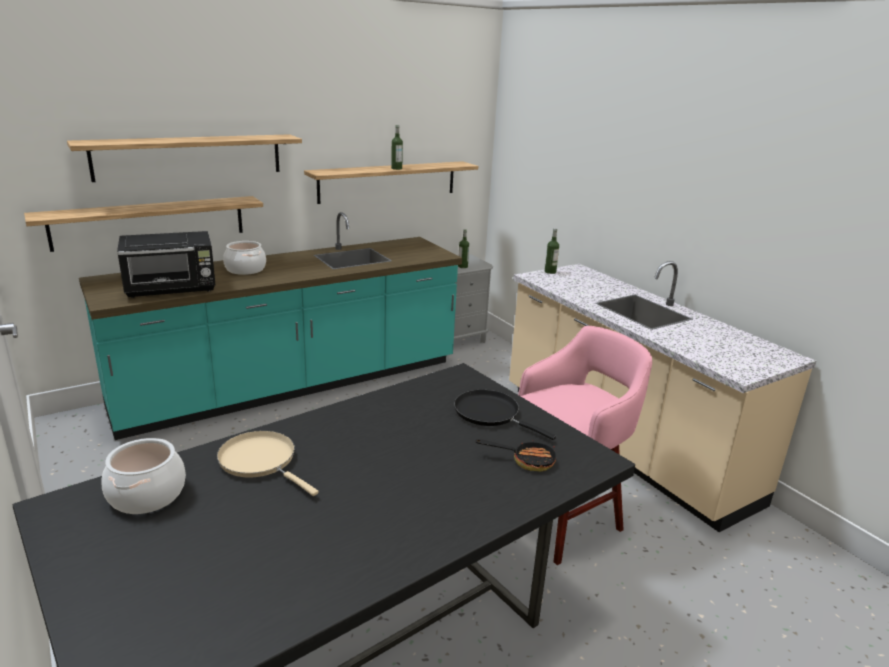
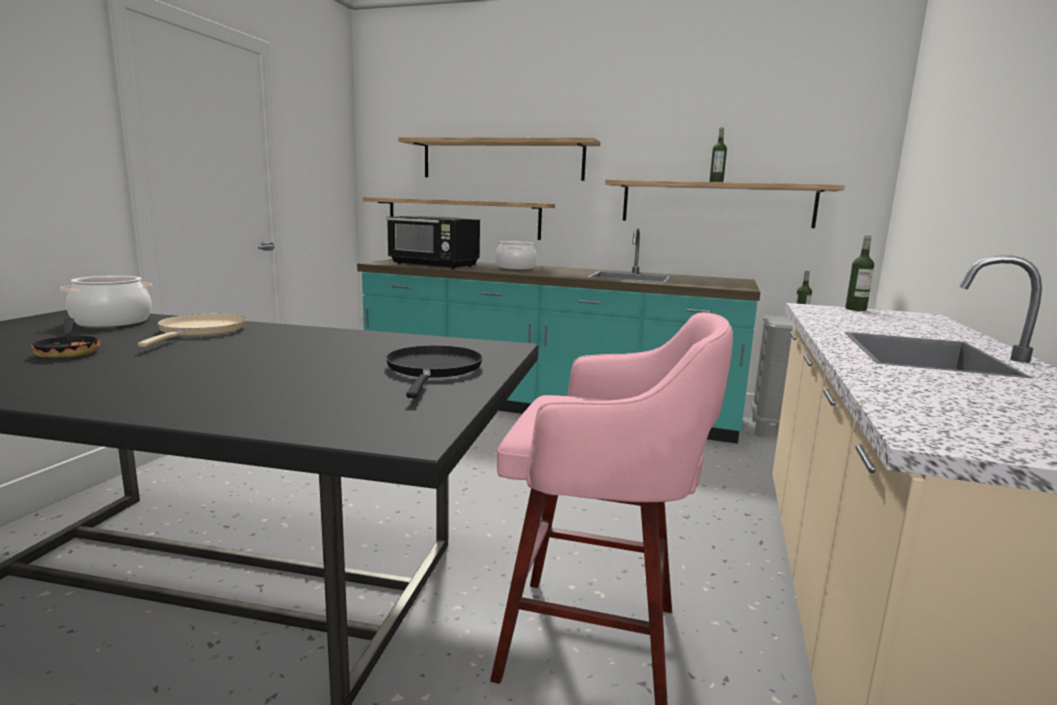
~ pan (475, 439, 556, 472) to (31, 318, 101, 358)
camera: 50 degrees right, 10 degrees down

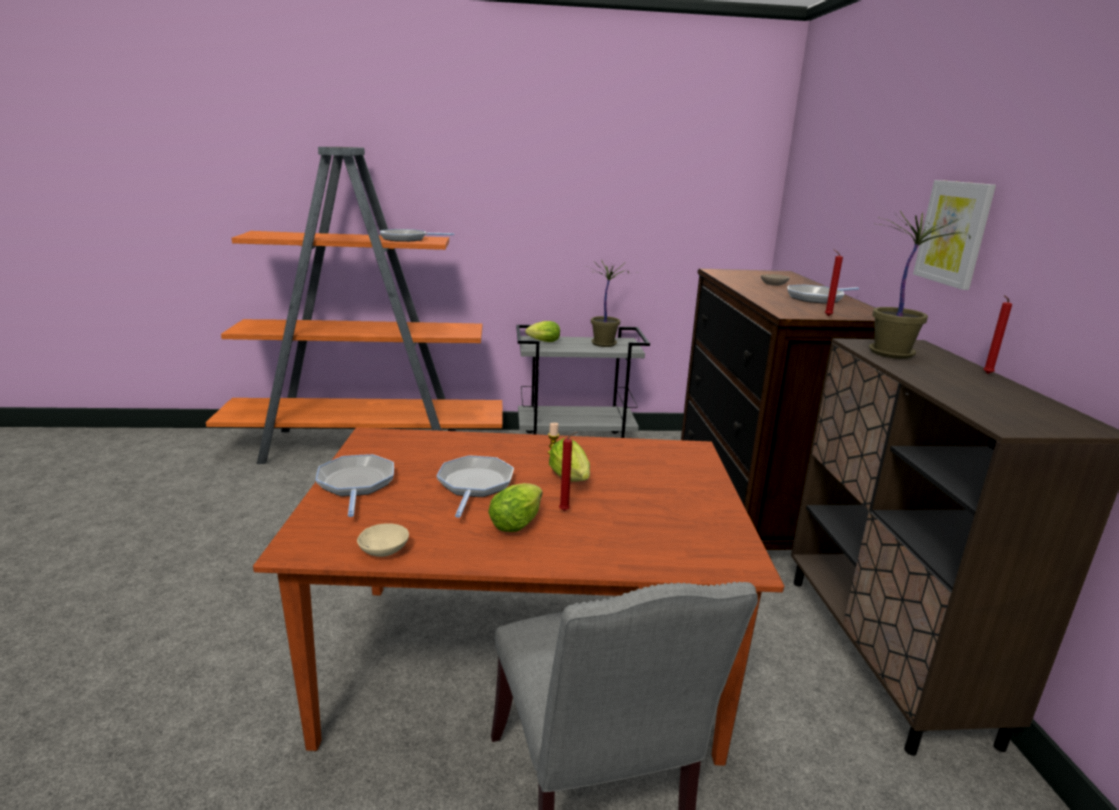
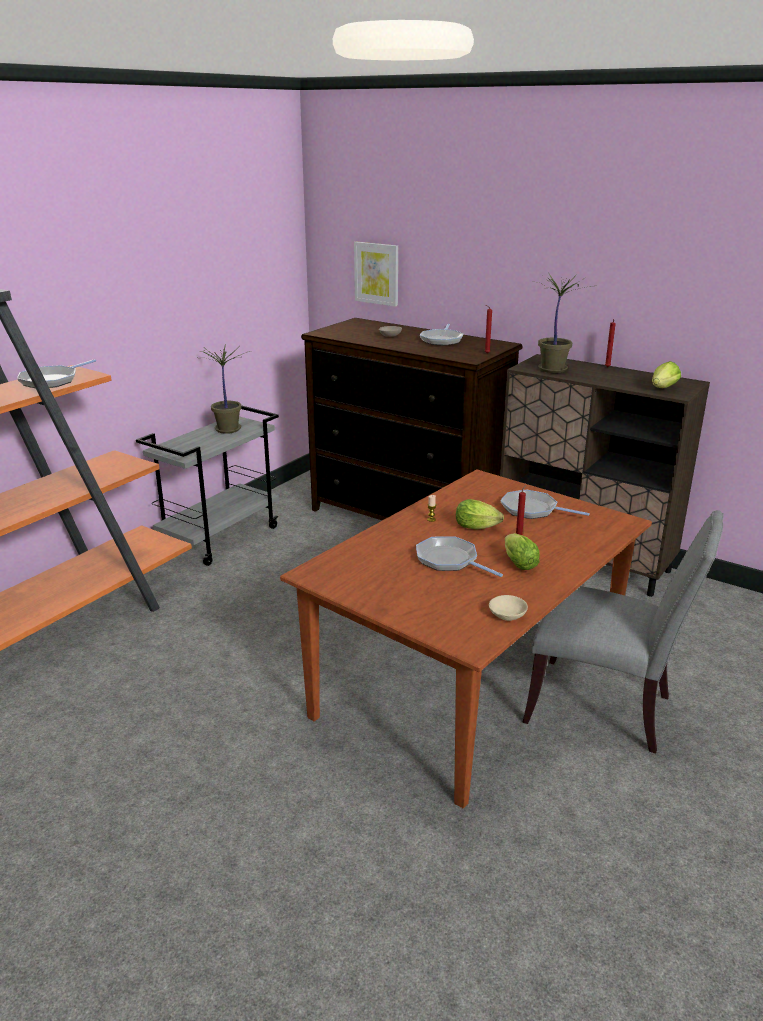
~ pan (316, 454, 394, 517) to (501, 490, 590, 519)
~ head of lettuce (525, 321, 560, 342) to (652, 361, 681, 388)
~ picture (913, 180, 996, 290) to (354, 241, 398, 307)
camera: 50 degrees left, 5 degrees up

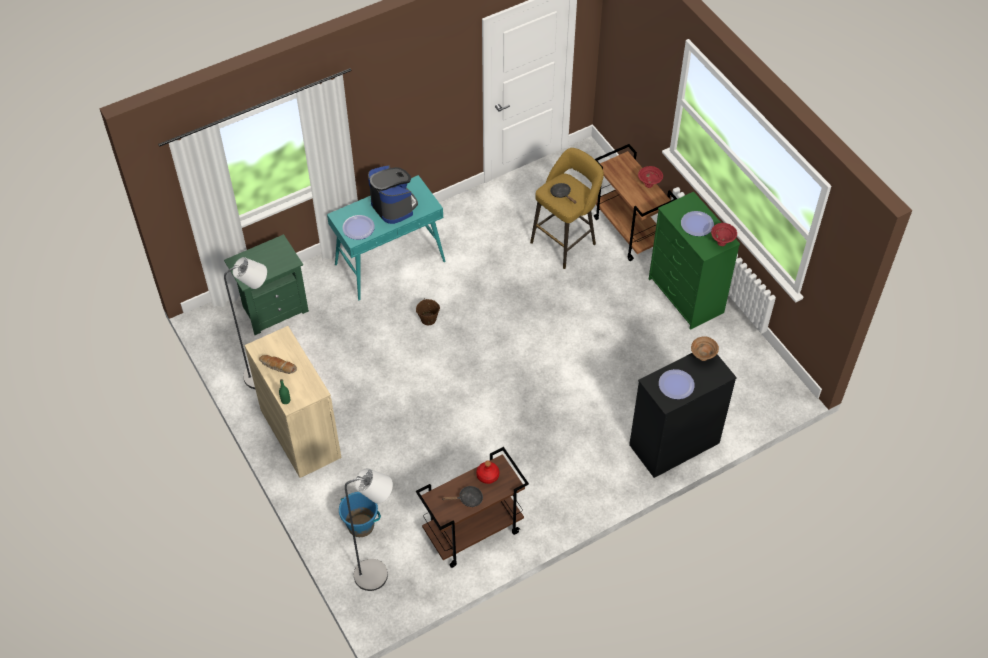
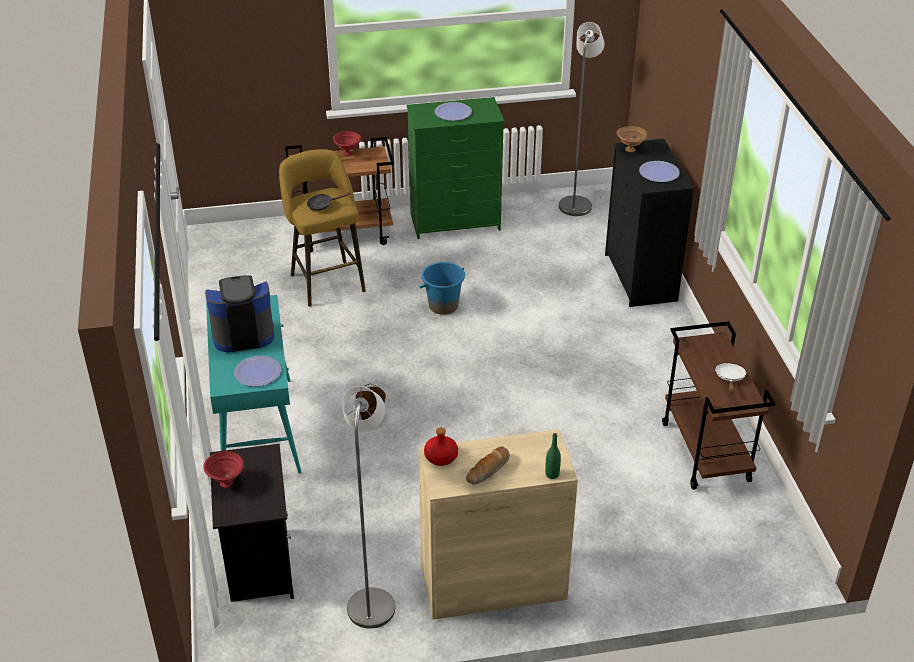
~ blue pail (339, 492, 381, 537) to (419, 262, 465, 315)
~ greyish standard lamp (345, 468, 393, 591) to (559, 22, 605, 216)
~ reddish bottle (476, 461, 500, 484) to (424, 428, 458, 466)
~ reddish deep dish (711, 223, 737, 246) to (203, 452, 244, 488)
~ greenish nightstand (224, 234, 309, 335) to black nightstand (210, 444, 294, 602)
~ black pan (442, 486, 483, 507) to white pan (715, 363, 747, 393)
camera: 70 degrees left, 15 degrees down

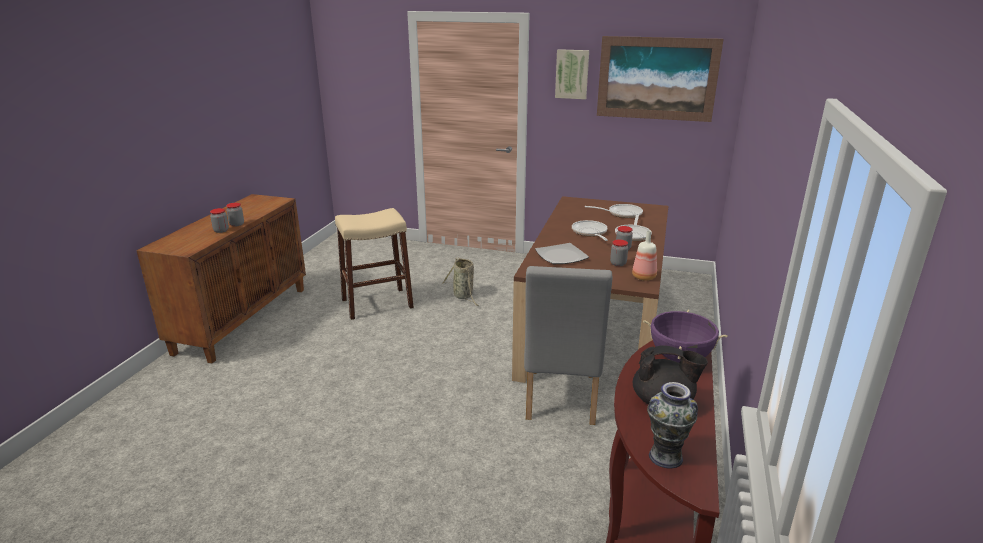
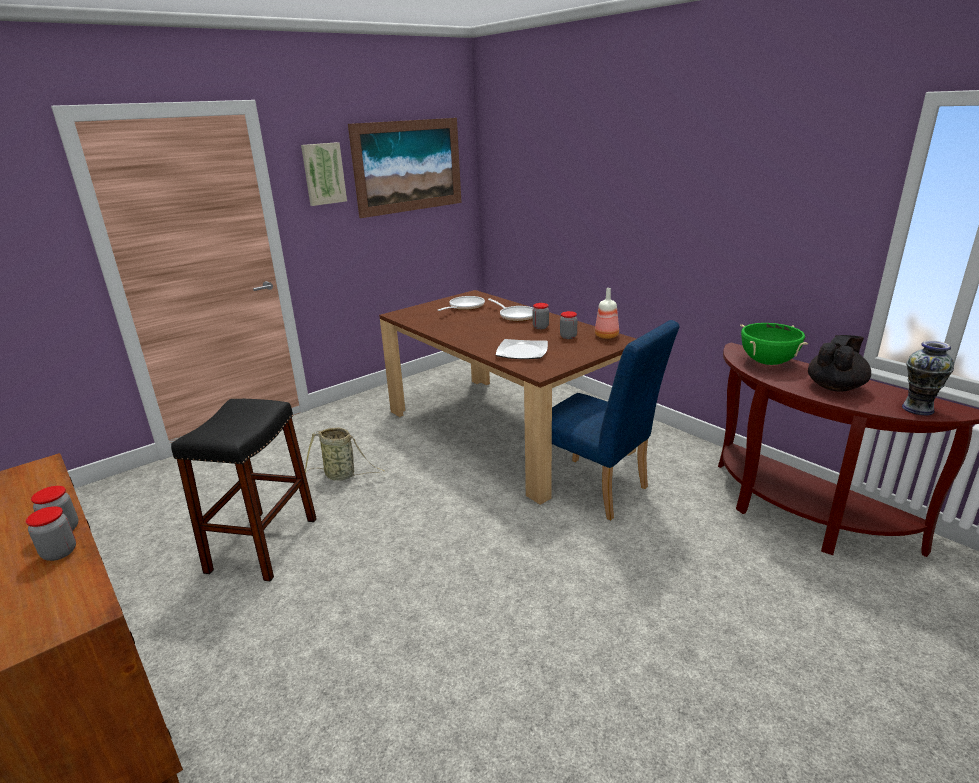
- pan (572, 220, 608, 241)
~ sand-coloured stool (335, 208, 414, 320) to black stool (171, 399, 317, 582)
~ greyish plain chair (524, 266, 612, 425) to blue plain chair (552, 320, 680, 521)
~ purplish cooking pot (643, 310, 728, 363) to greenish cooking pot (740, 323, 808, 365)
camera: 55 degrees left, 0 degrees up

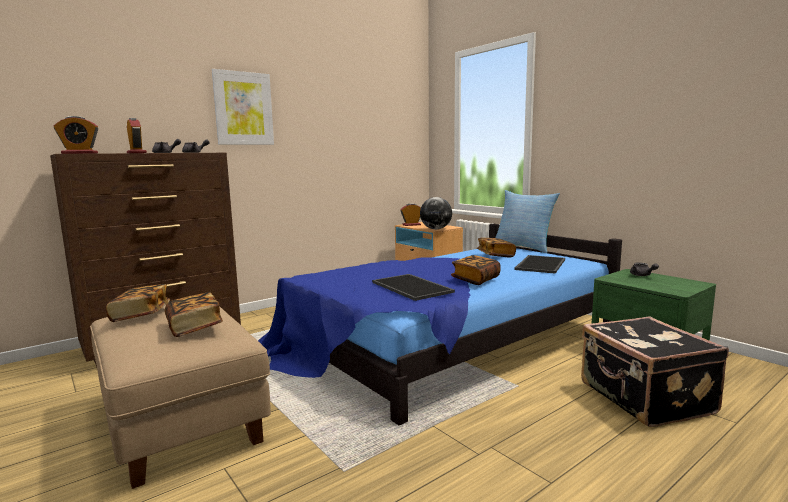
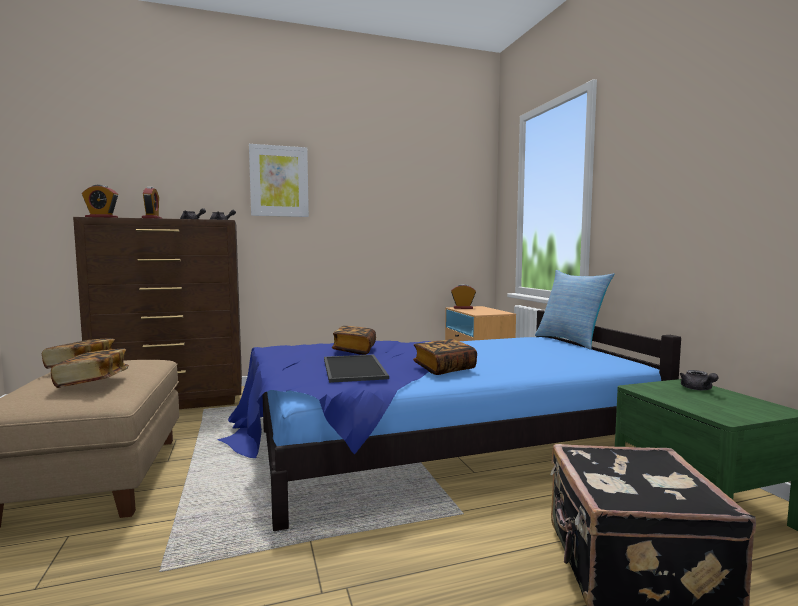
- desk globe (420, 197, 452, 229)
- tray (514, 255, 565, 274)
~ book (477, 238, 516, 258) to (332, 326, 376, 355)
camera: 20 degrees right, 5 degrees down

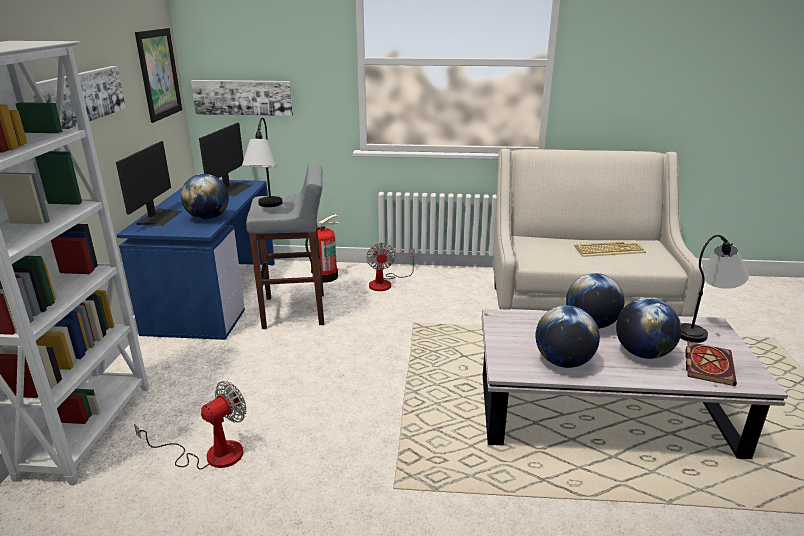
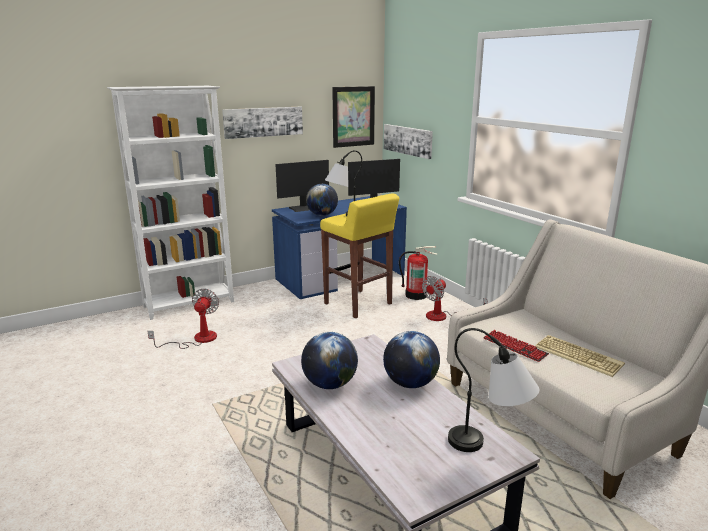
- desk globe (616, 298, 682, 359)
- book (685, 342, 737, 386)
+ PC keyboard (483, 330, 549, 362)
~ greyish stool (246, 163, 324, 329) to yellowish stool (320, 193, 399, 318)
~ cooling fan (134, 381, 247, 470) = (147, 289, 219, 349) 90 degrees counterclockwise
camera: 55 degrees right, 5 degrees down

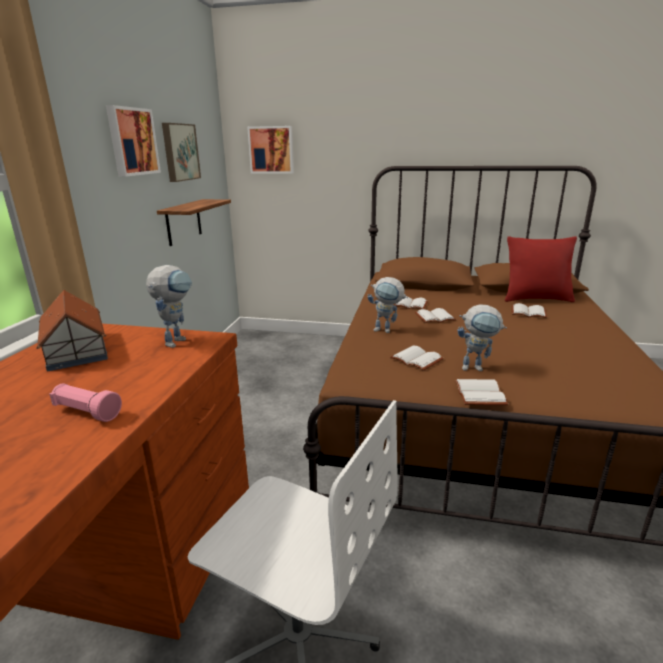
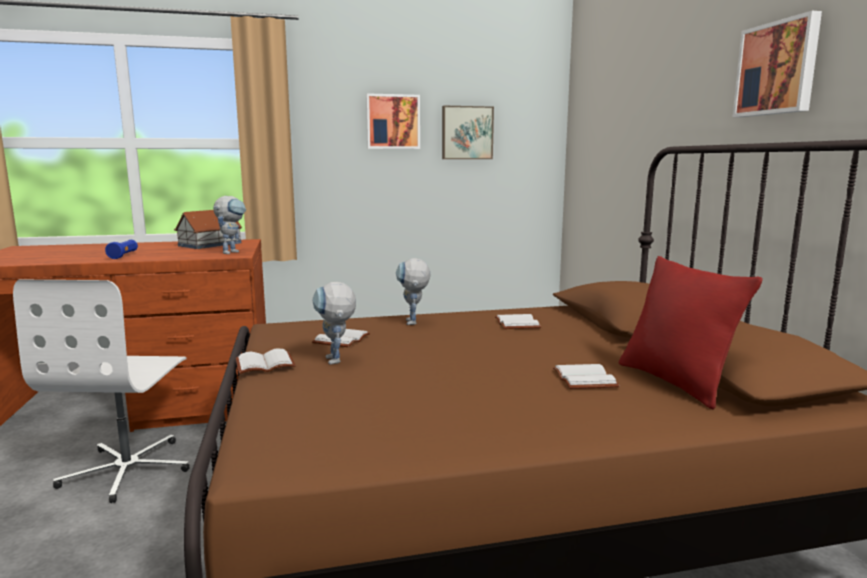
- wall shelf (157, 199, 231, 246)
- white book (415, 308, 456, 323)
~ picture (247, 126, 294, 174) to (733, 11, 822, 117)
~ pink flashlight (49, 384, 122, 422) to blue flashlight (105, 240, 138, 259)
~ robot figure (146, 265, 192, 348) = (213, 196, 246, 254) 60 degrees counterclockwise
camera: 65 degrees right, 10 degrees down

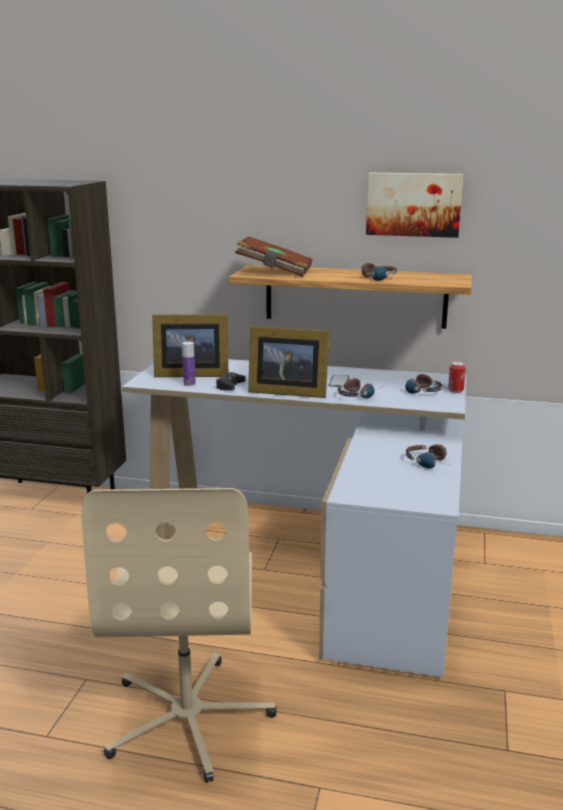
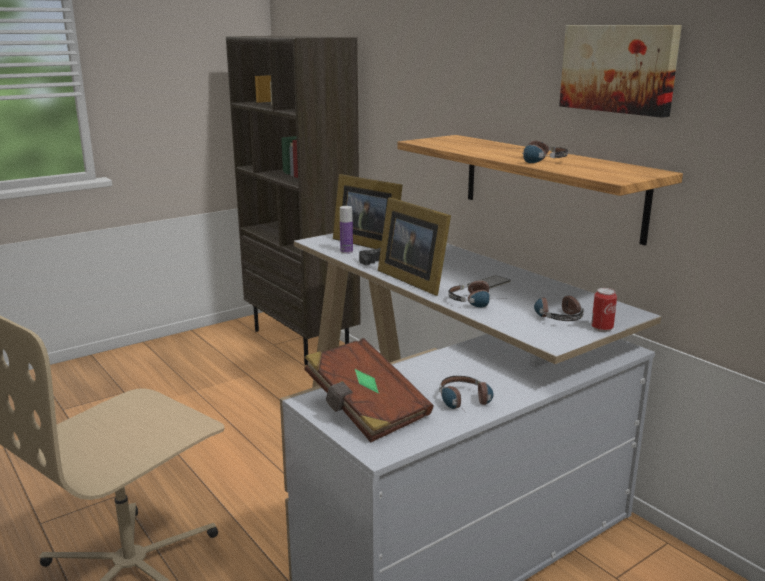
~ brown book (235, 236, 313, 277) to (304, 338, 433, 442)
camera: 40 degrees right, 0 degrees up

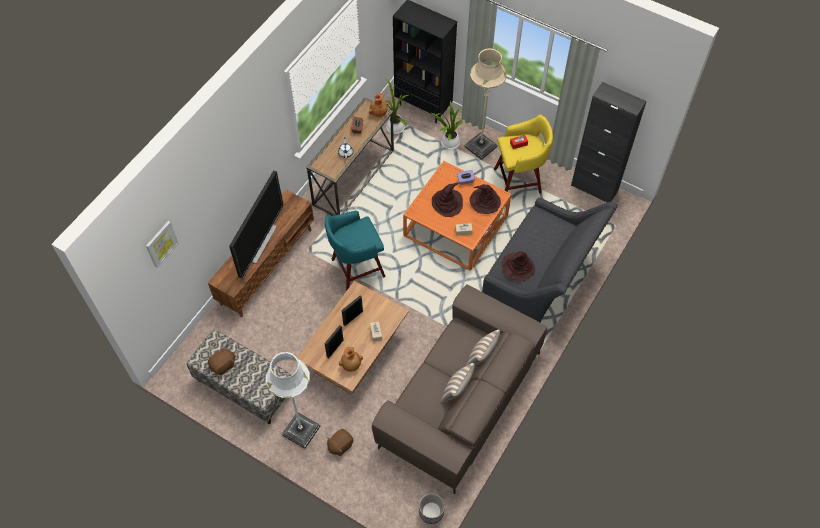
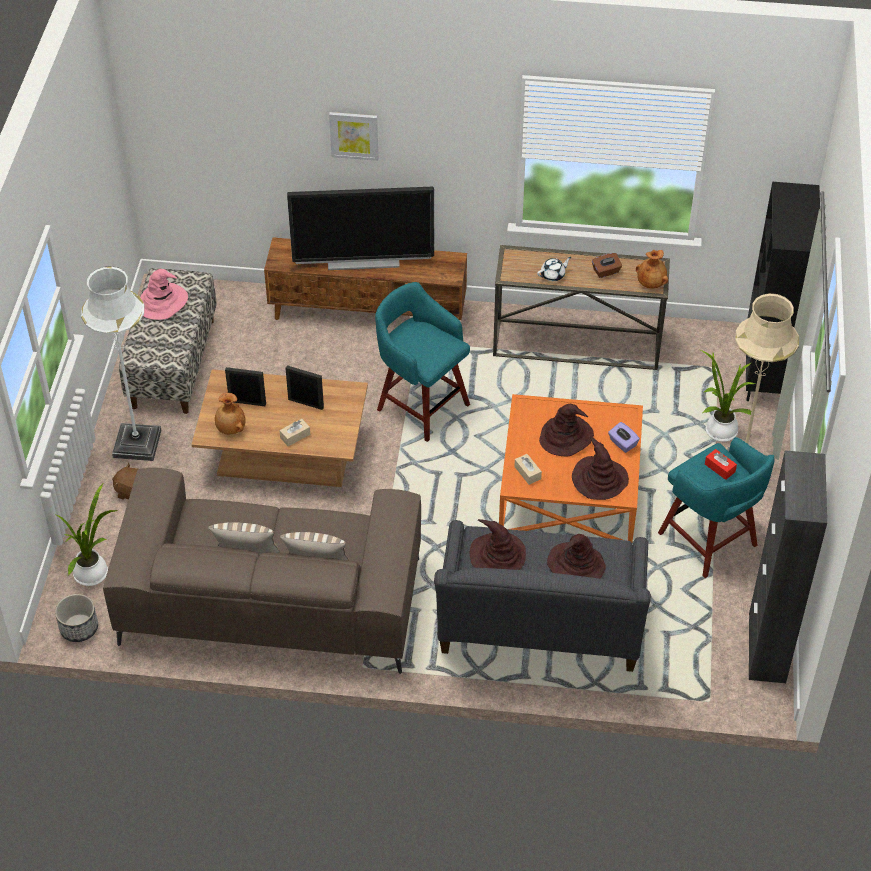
+ brown clothing hat (547, 534, 606, 579)
~ picture (146, 221, 179, 268) to (329, 112, 378, 161)
~ plant in a pot (385, 77, 409, 134) to (54, 484, 118, 586)
~ brown soft toy (208, 347, 235, 375) to pink clothing hat (140, 269, 188, 320)
~ yellowish stool (494, 114, 553, 194) to turquoise-coloured stool (658, 437, 775, 578)
camera: 65 degrees right, 10 degrees down

